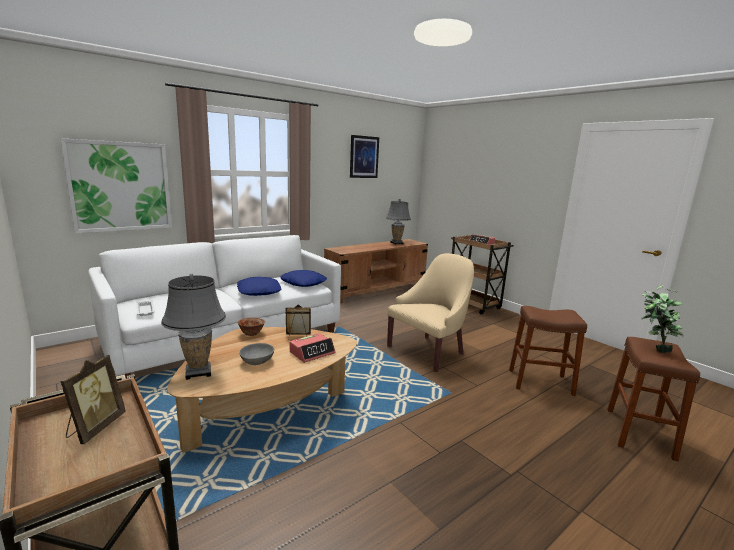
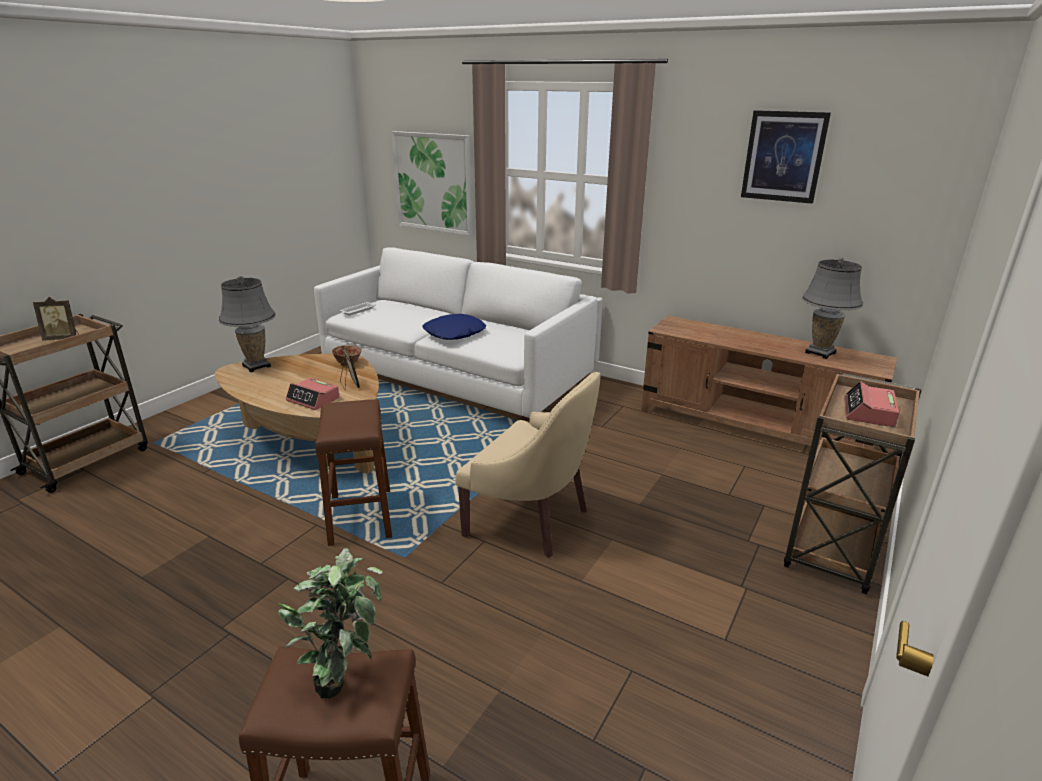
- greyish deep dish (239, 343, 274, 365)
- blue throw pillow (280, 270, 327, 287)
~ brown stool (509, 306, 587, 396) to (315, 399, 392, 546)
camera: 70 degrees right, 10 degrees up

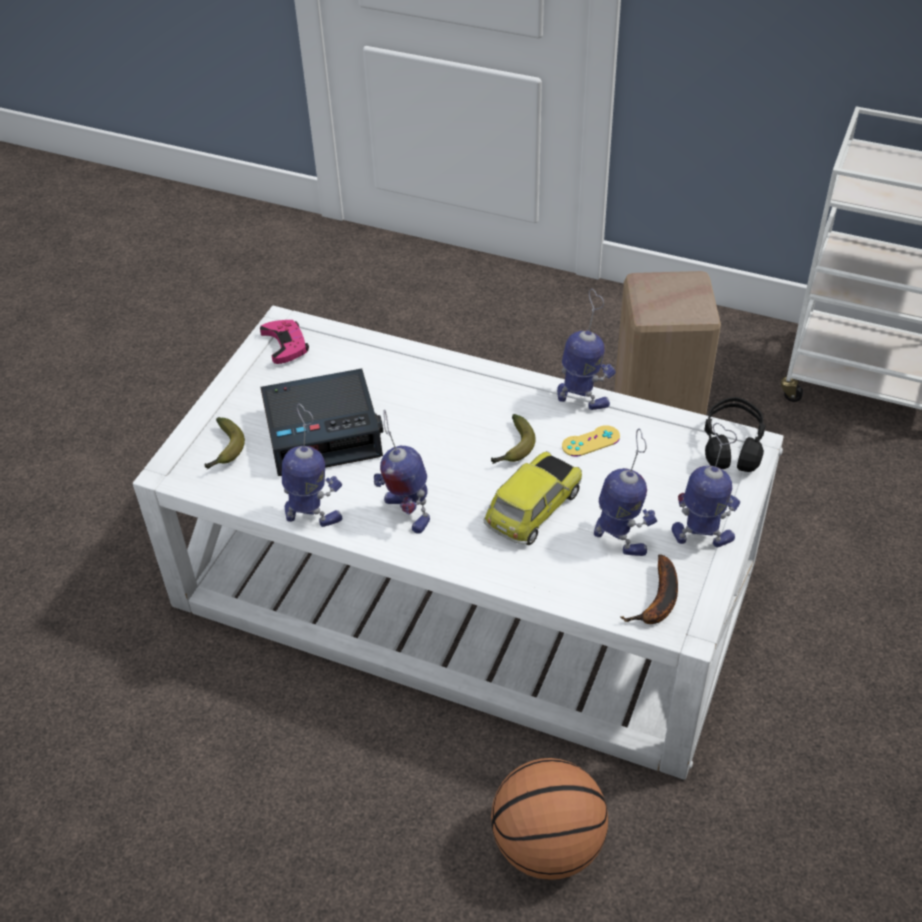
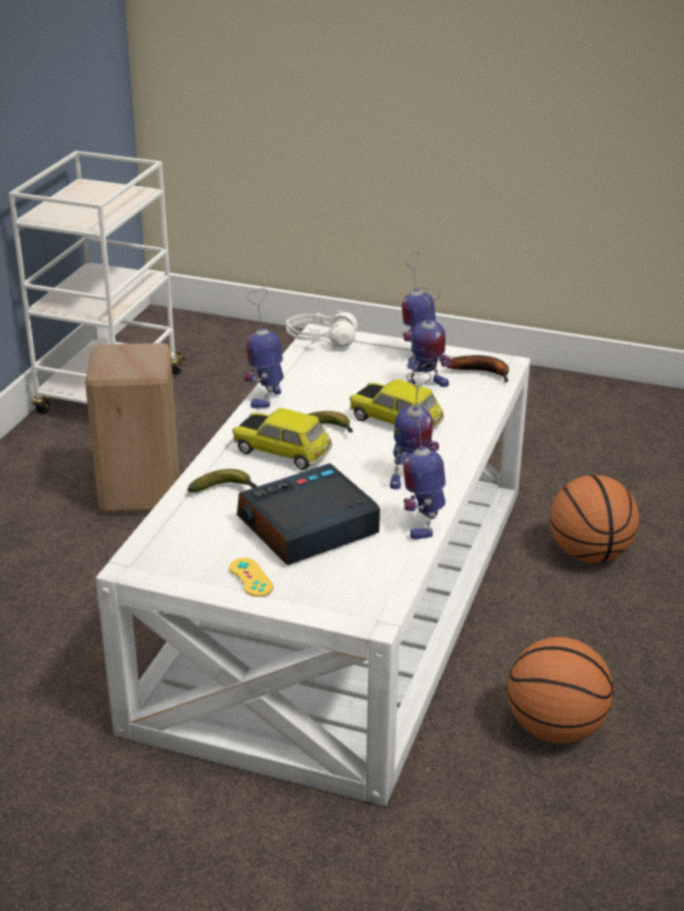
- pink joypad (260, 320, 309, 364)
+ model car (232, 408, 332, 470)
+ basketball ball (507, 637, 613, 744)
~ banana fruit (204, 417, 245, 469) to (187, 469, 257, 492)
~ yellowish joypad (562, 425, 620, 457) to (229, 558, 273, 597)
~ black headphones (704, 397, 766, 472) to white headphones (286, 310, 358, 348)
~ table clock (261, 369, 383, 476) = (237, 463, 380, 565) 105 degrees counterclockwise
~ robot figure (594, 429, 657, 556) = (407, 287, 452, 387) 150 degrees counterclockwise
camera: 95 degrees left, 15 degrees down

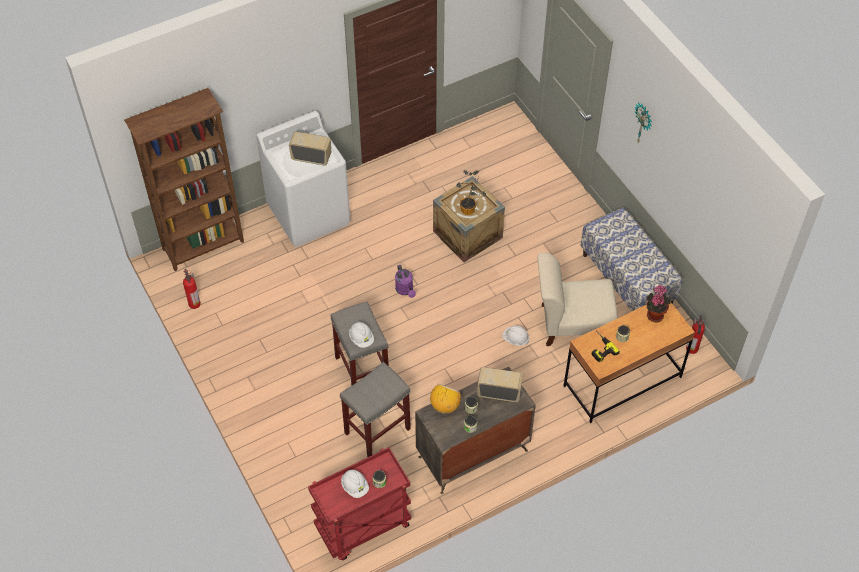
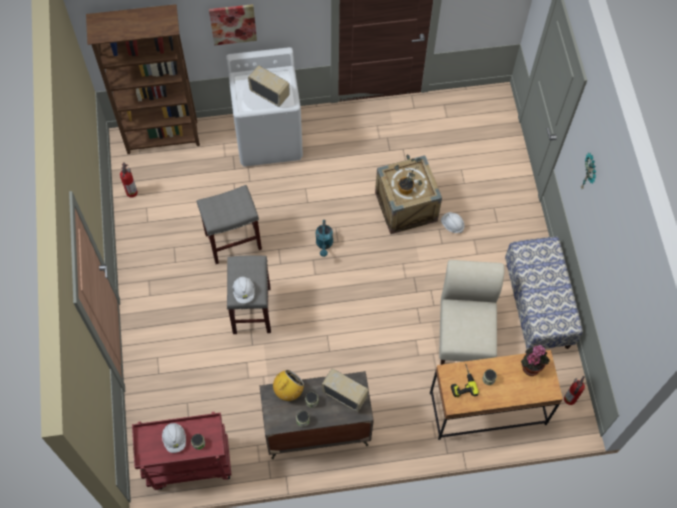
+ picture (209, 4, 257, 45)
~ greyish stool (340, 362, 411, 457) to (197, 185, 262, 264)
~ white safety helmet (502, 326, 529, 346) to (441, 212, 465, 233)
~ purplish watering can (395, 265, 416, 298) to turquoise-coloured watering can (316, 220, 333, 257)
~ sand-coloured plain chair (537, 253, 618, 346) = (439, 260, 504, 365) 75 degrees clockwise
camera: 20 degrees right, 10 degrees up

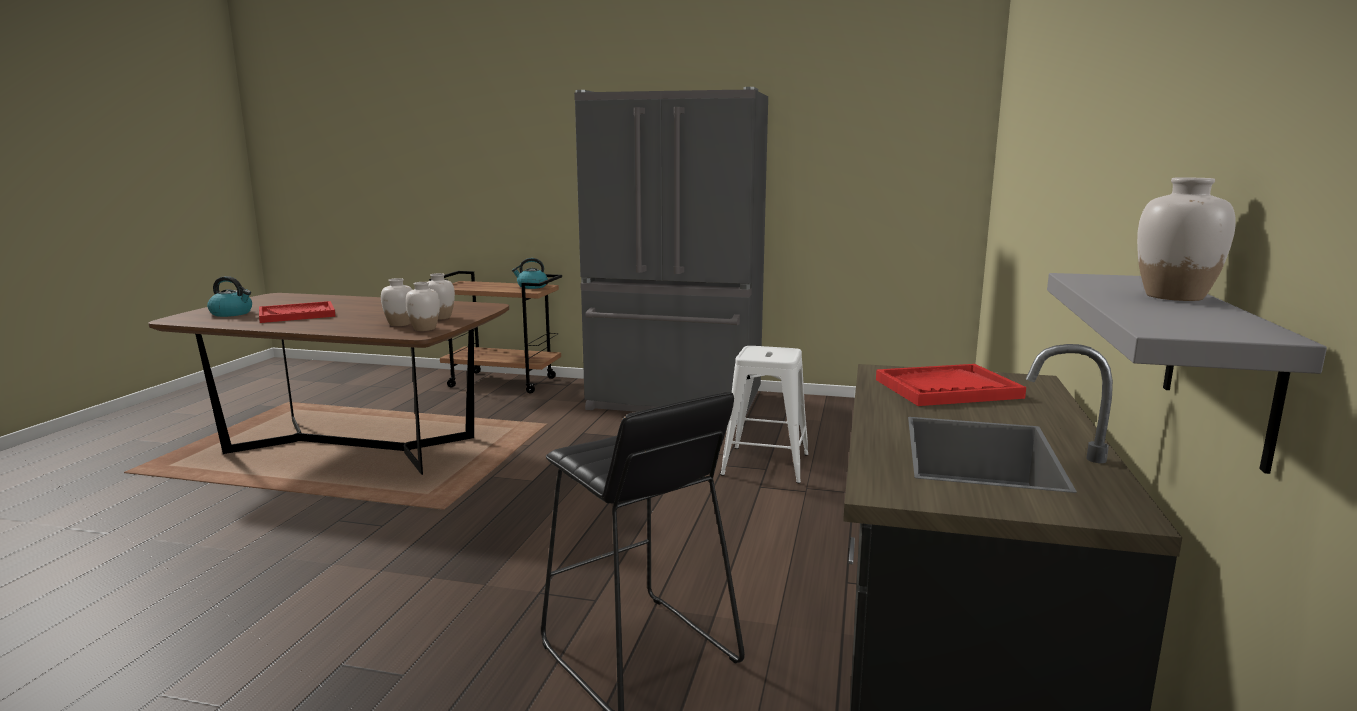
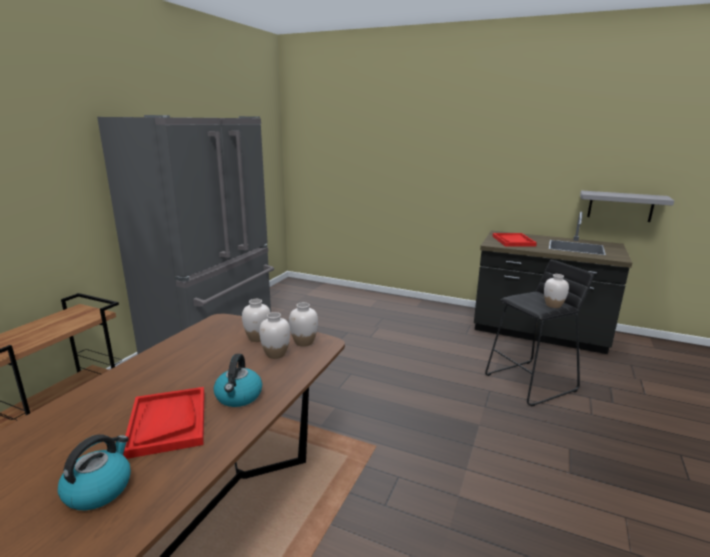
- white stool (720, 346, 809, 483)
~ tea kettle (512, 258, 548, 289) to (214, 354, 262, 407)
~ white decorative vase (1137, 177, 1236, 301) to (544, 274, 569, 308)
camera: 80 degrees left, 5 degrees up

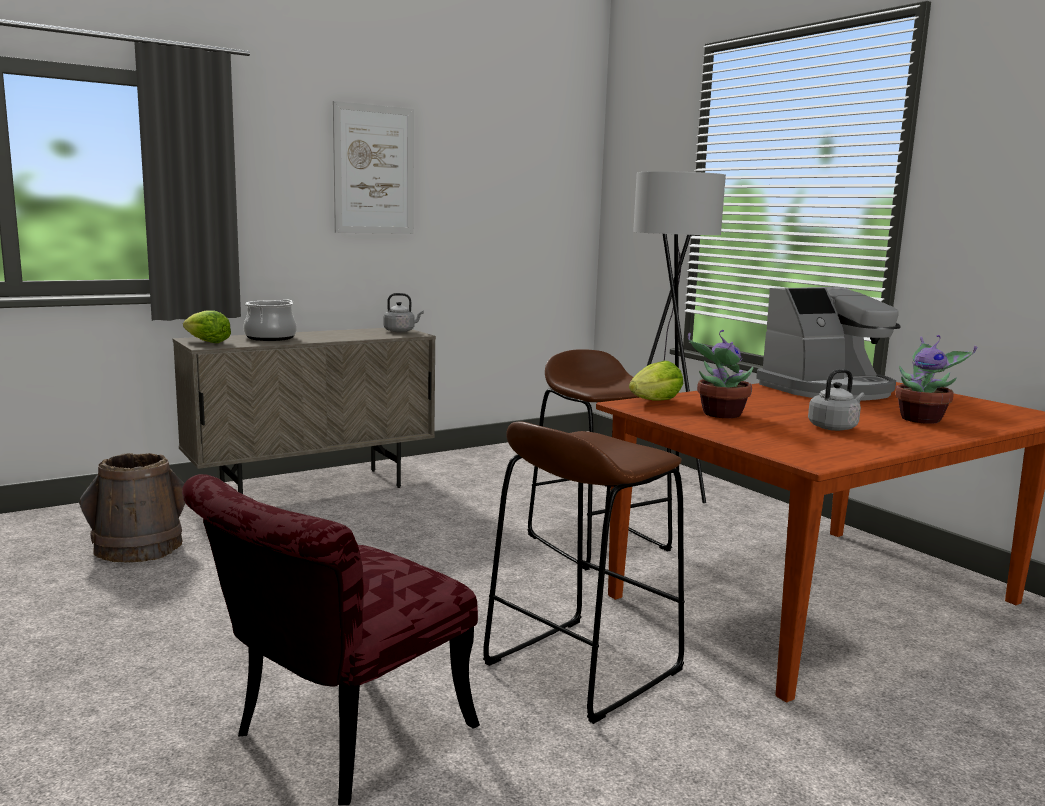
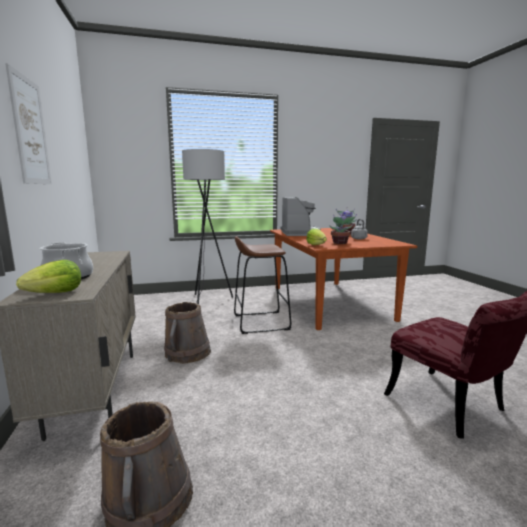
- greyish tea kettle (384, 293, 424, 332)
- brown stool (483, 421, 685, 724)
+ brown pail (164, 302, 211, 364)
camera: 70 degrees left, 0 degrees up

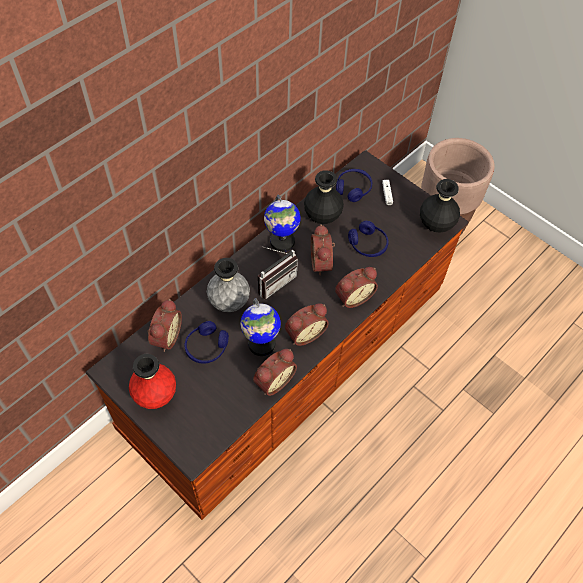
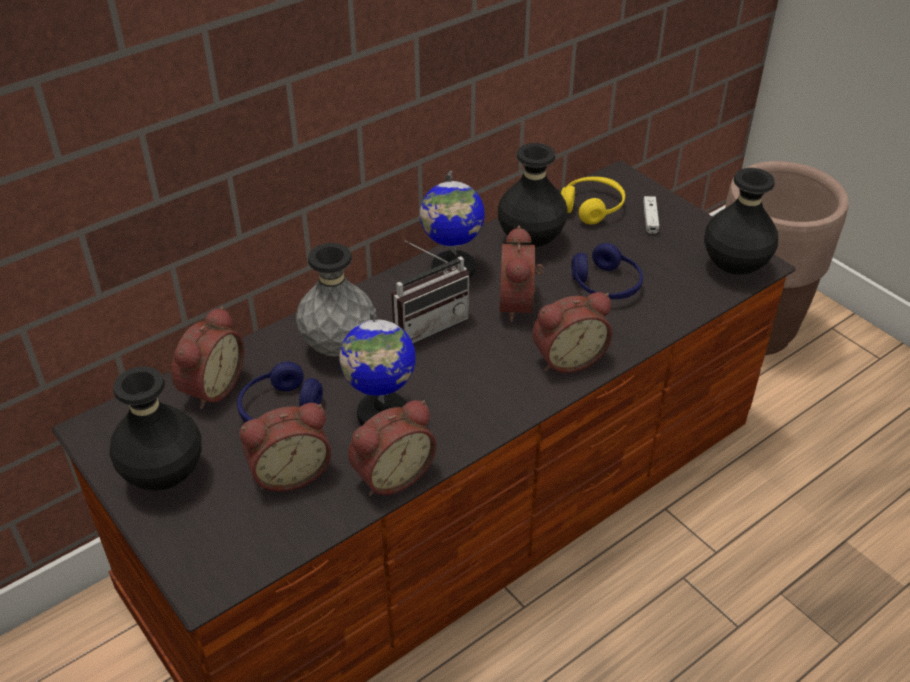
~ table clock (285, 303, 329, 346) to (240, 403, 331, 492)
~ reddish decorative vase (129, 354, 176, 409) to black decorative vase (110, 366, 202, 491)
~ blue headphones (336, 169, 372, 202) to yellowish headphones (561, 176, 625, 224)
camera: 10 degrees right, 15 degrees down

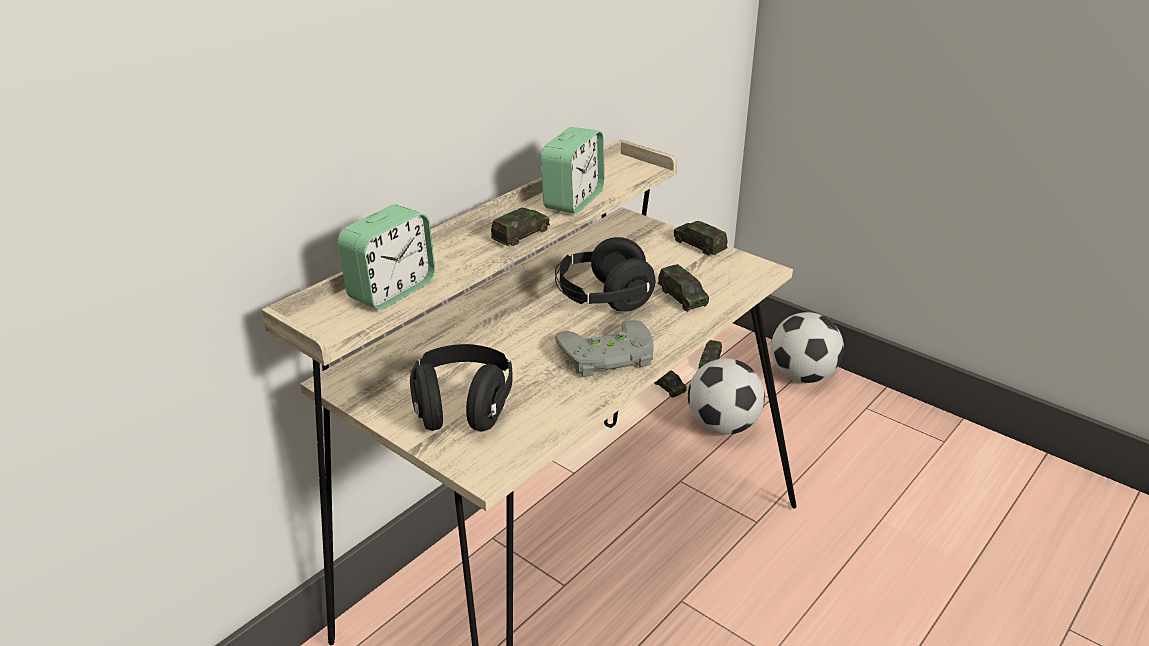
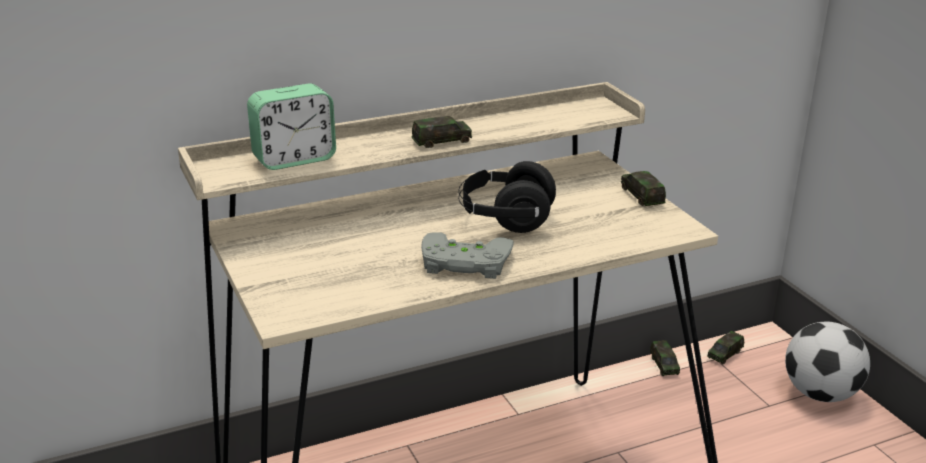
- black headphones (410, 344, 513, 432)
- table clock (541, 127, 604, 214)
- model car (658, 264, 709, 312)
- football (688, 358, 765, 435)
camera: 25 degrees right, 5 degrees down

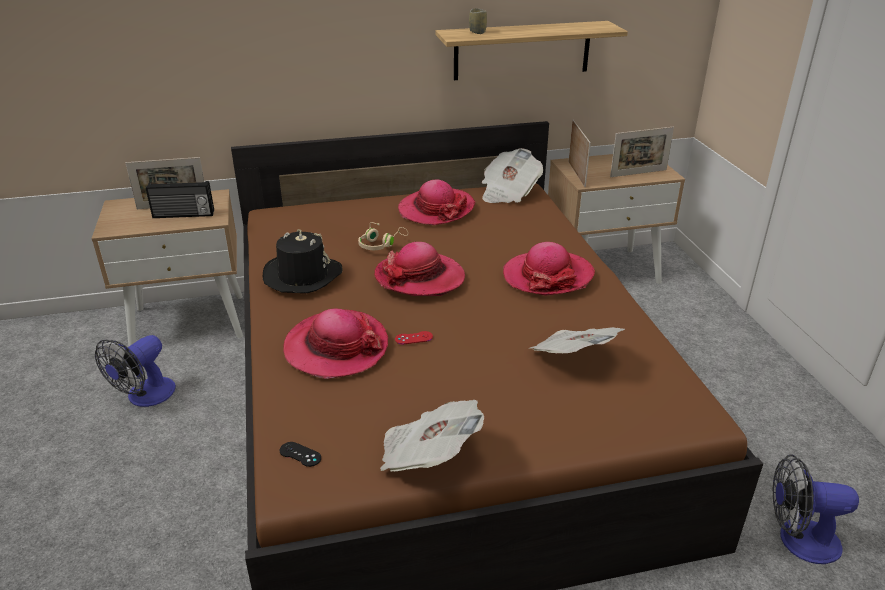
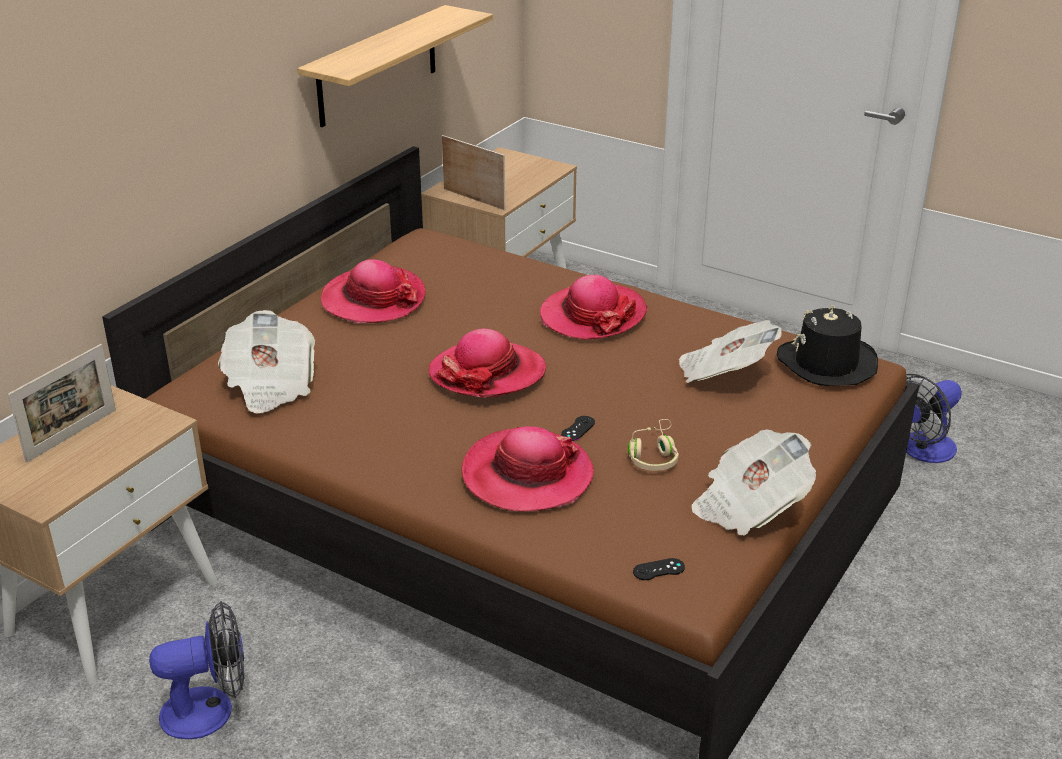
- radio receiver (146, 181, 214, 218)
- drinking cup (469, 8, 487, 34)
- picture frame (610, 127, 674, 177)
~ black clothing hat (263, 229, 342, 293) to (777, 305, 878, 386)
~ sand-coloured headphones (358, 222, 408, 250) to (628, 419, 679, 471)
~ daily paper (482, 148, 543, 203) to (218, 310, 315, 414)
~ reddish joypad (395, 331, 433, 344) to black joypad (561, 416, 595, 441)
~ cooling fan (95, 335, 176, 407) = (149, 601, 245, 739) 90 degrees counterclockwise
camera: 45 degrees left, 0 degrees up

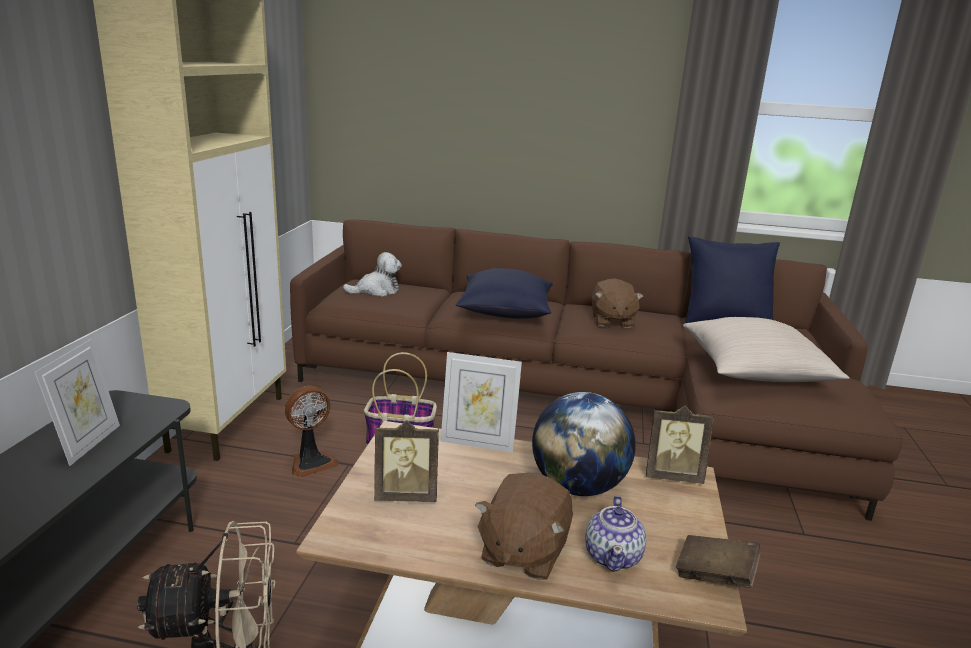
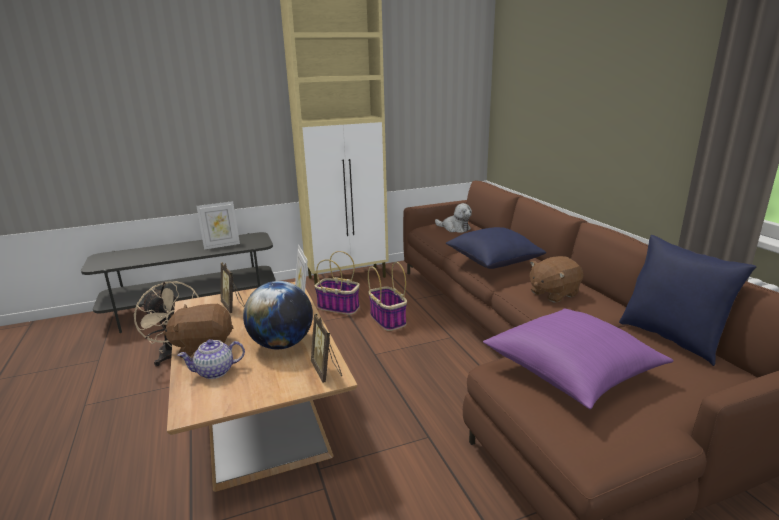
- brown book (676, 535, 761, 588)
~ cooling fan (285, 386, 339, 478) to storage basket (315, 251, 360, 315)
~ sand-coloured throw pillow (683, 317, 850, 382) to purplish throw pillow (483, 308, 673, 409)
camera: 60 degrees right, 0 degrees up

